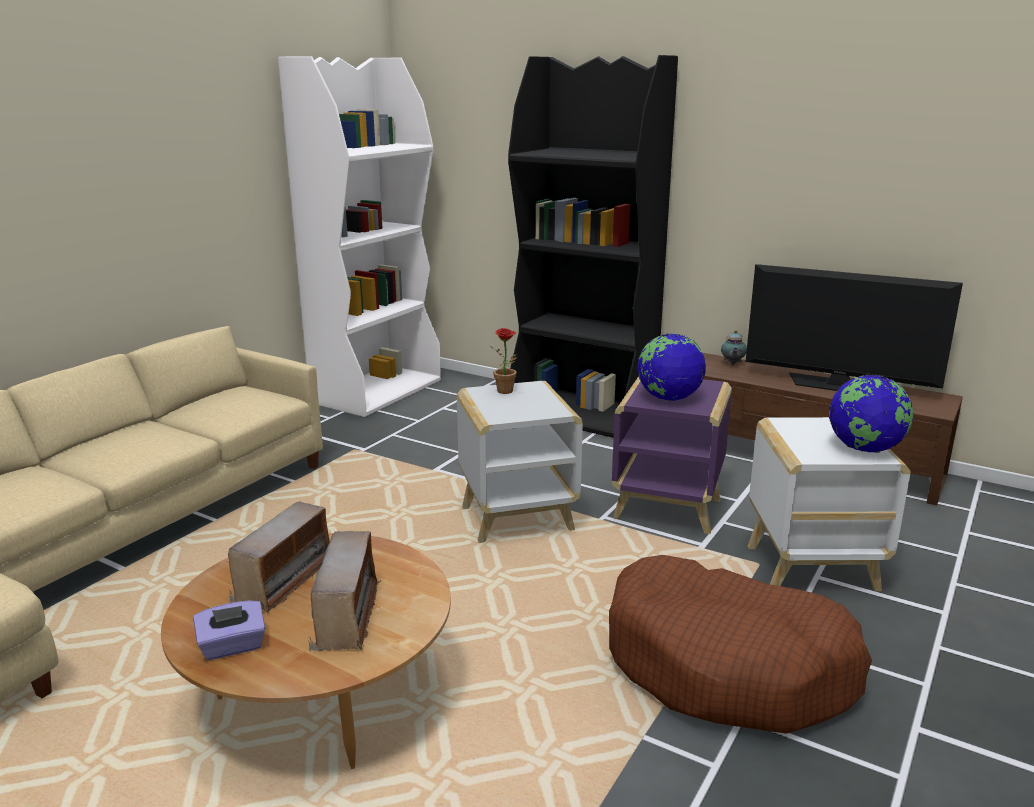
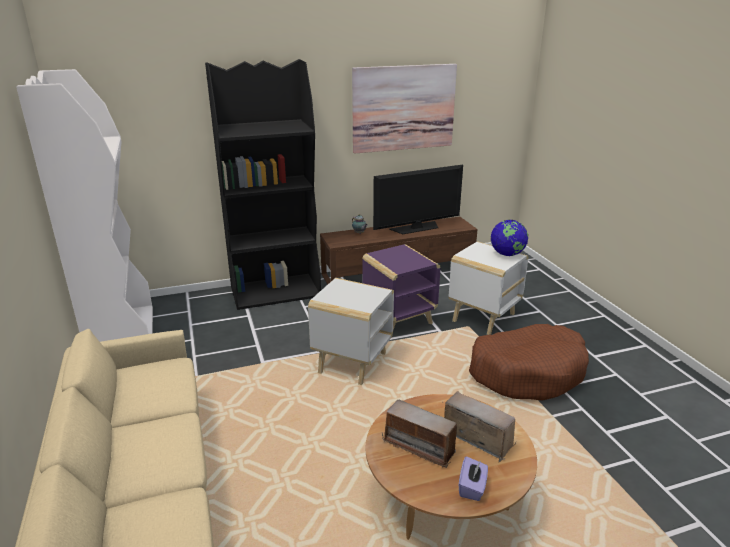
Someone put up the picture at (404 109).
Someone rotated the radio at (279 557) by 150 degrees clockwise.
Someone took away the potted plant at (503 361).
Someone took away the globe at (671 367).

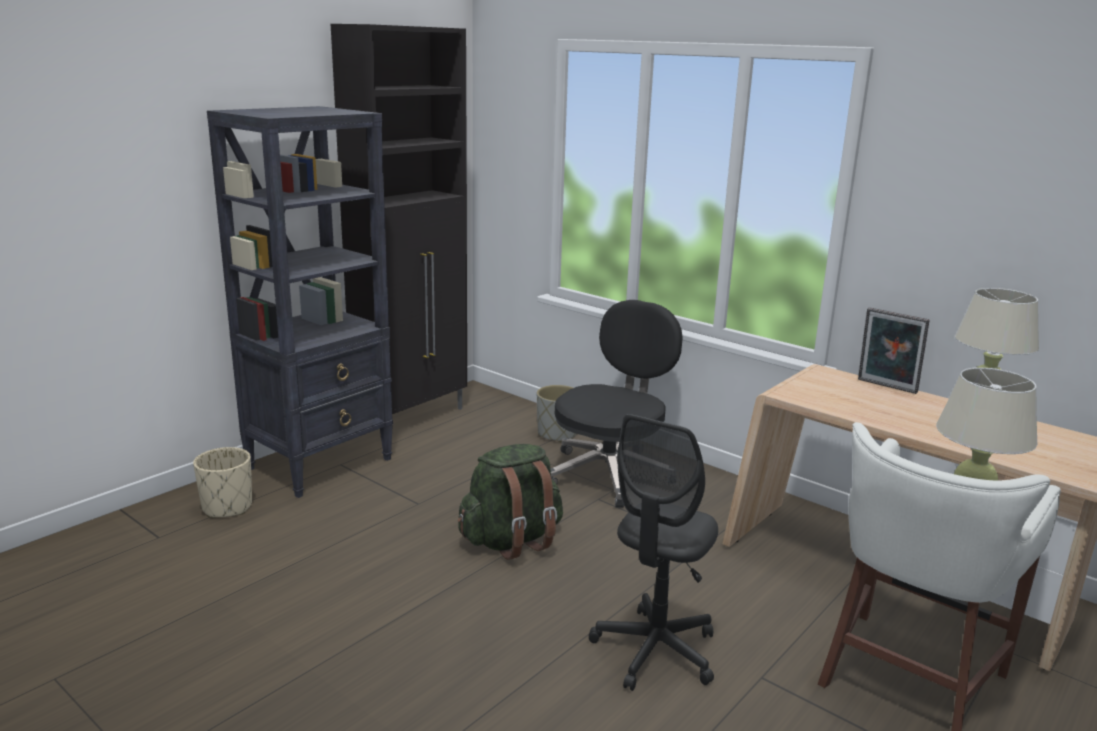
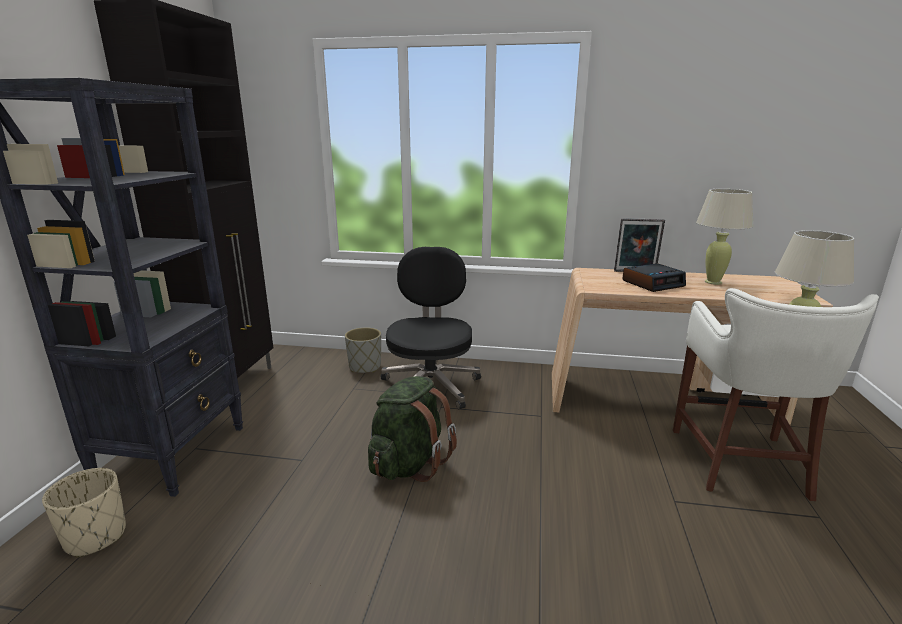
Someone put down the alarm clock at (654 277).
Someone took away the black office chair at (653 552).

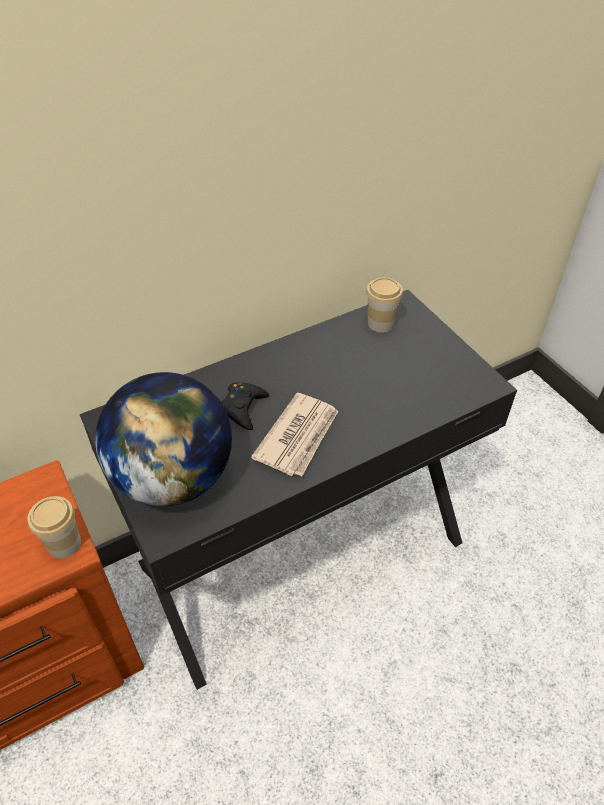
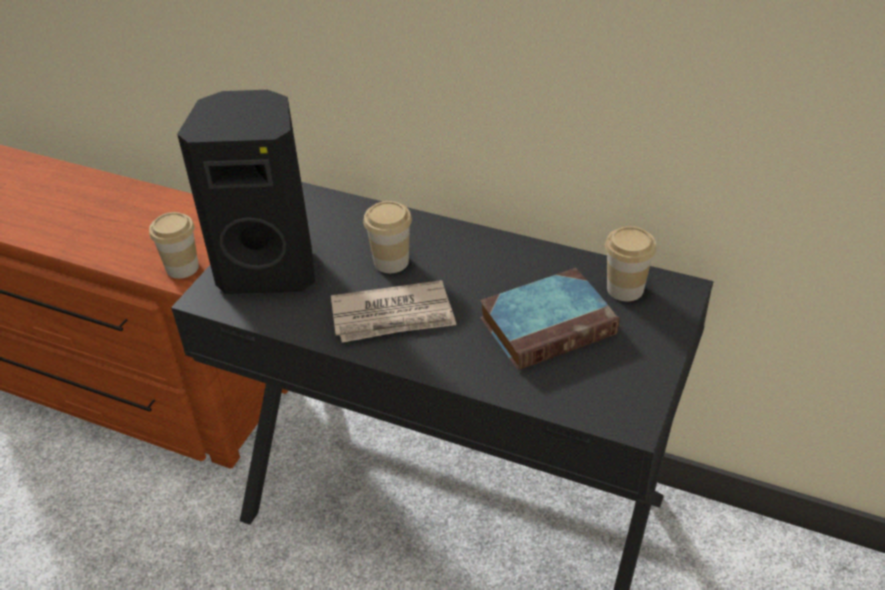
Someone swapped the globe at (163 439) for the black speaker at (246 192).
Someone swapped the black game controller at (245 406) for the cup at (387 237).
Someone put down the book at (549 319).

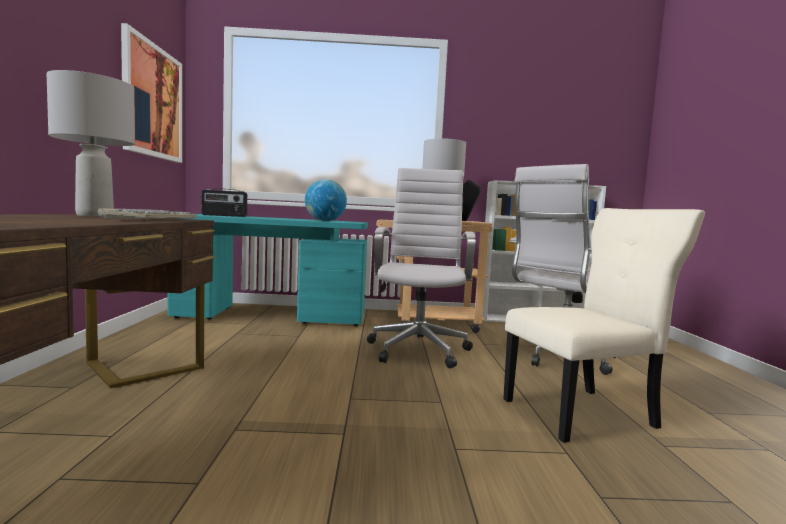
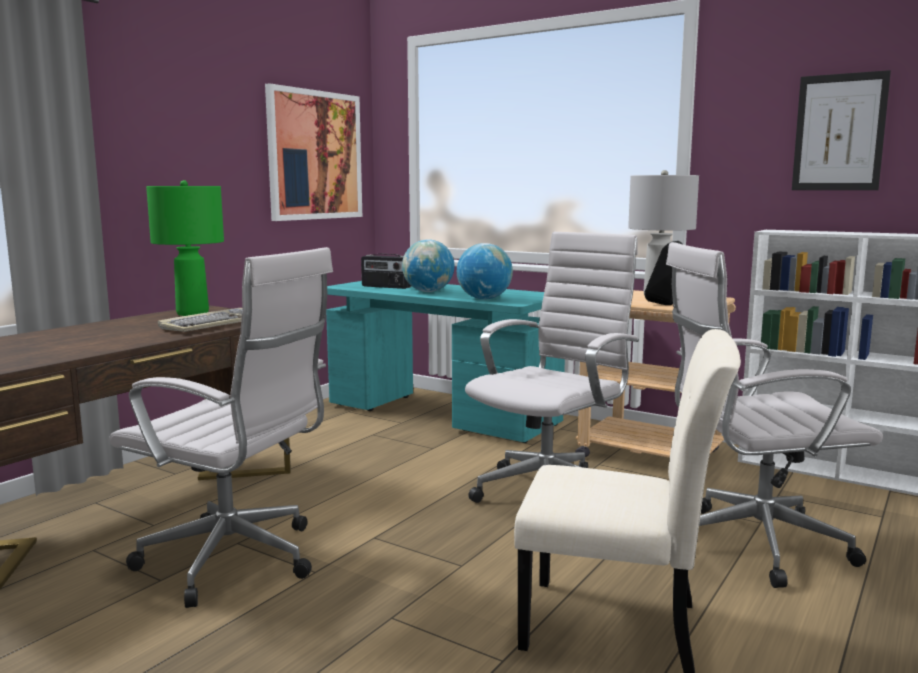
Someone put down the white office chair at (221 427).
Someone repainted the grey table lamp at (91 143), which became the green table lamp at (185 248).
Someone put down the globe at (428 265).
Someone put up the picture at (841 130).

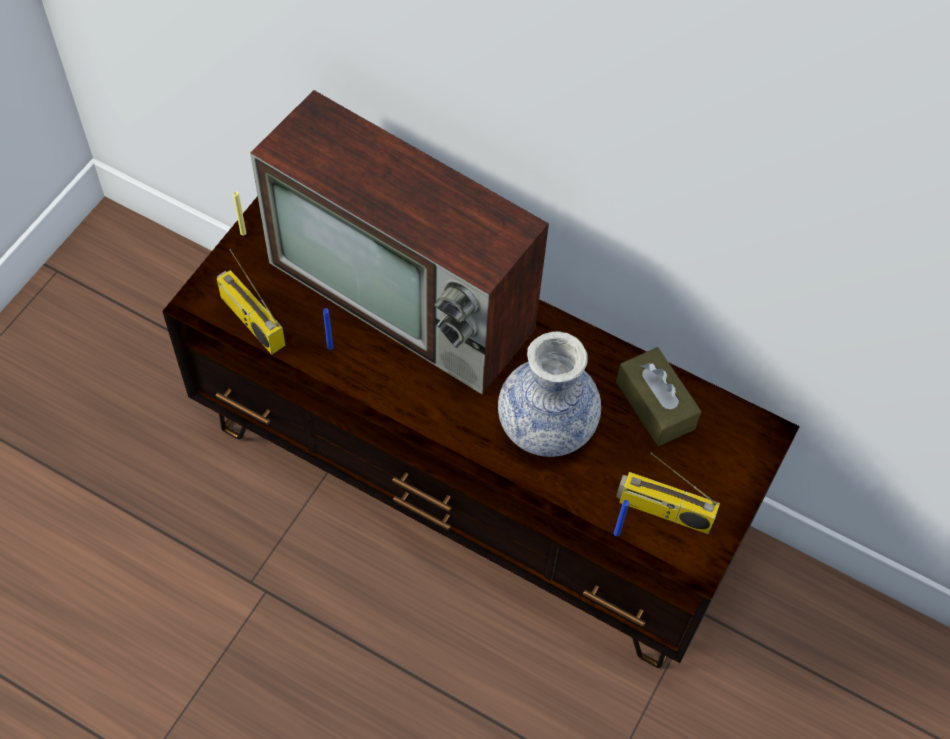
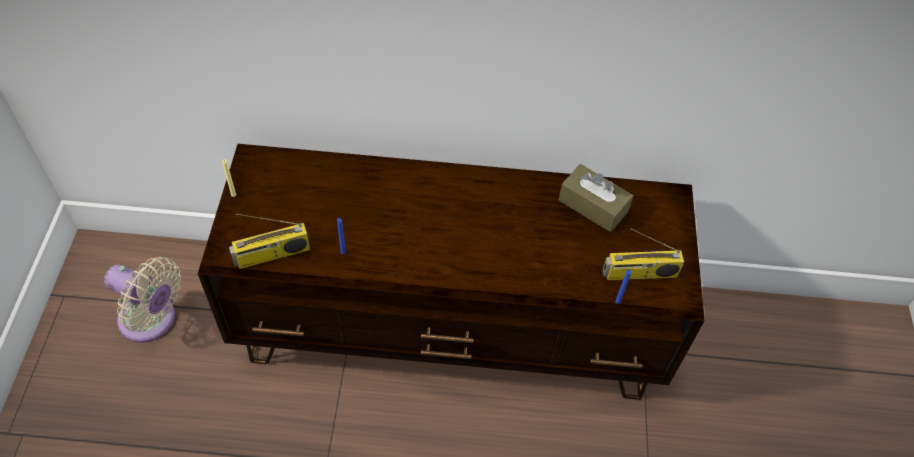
Someone put down the beige fan at (142 300).
Someone rotated the radio at (251 301) by 45 degrees counterclockwise.
Someone took away the television at (399 242).
Someone took away the vase at (549 394).

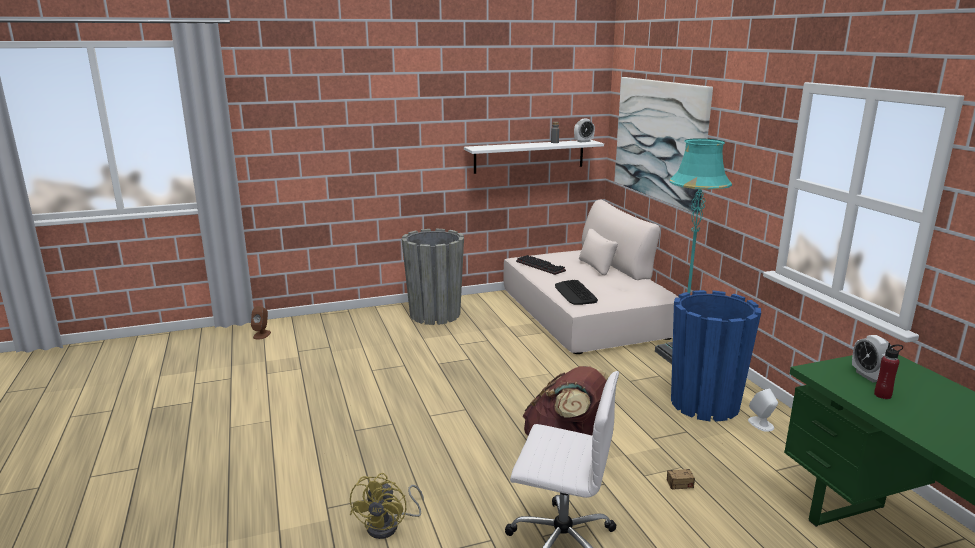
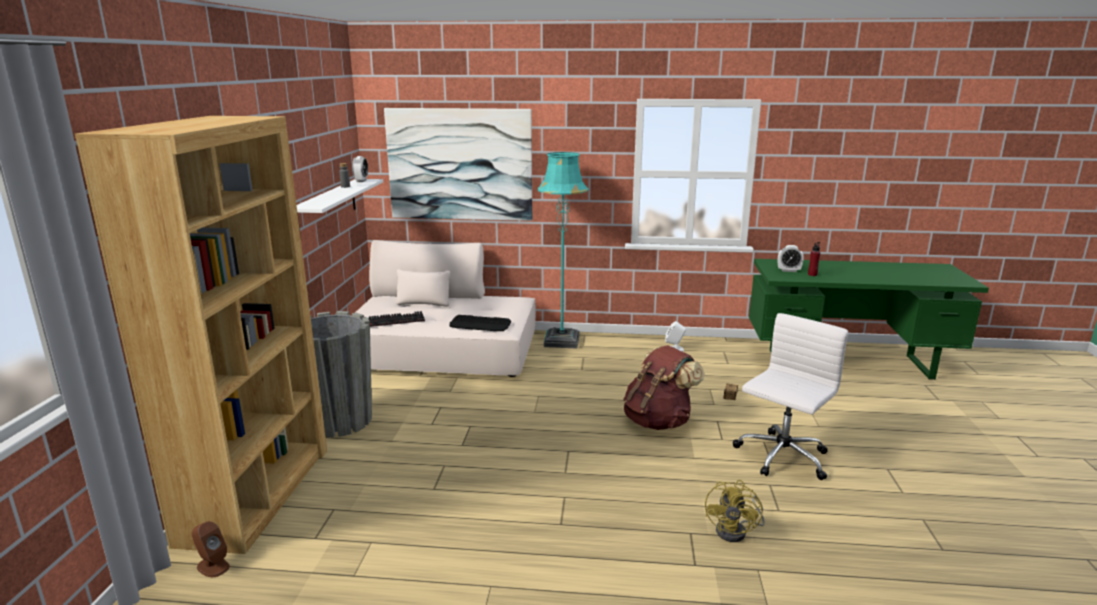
Someone put down the brown bookcase at (201 335).
Someone rotated the yellow fan at (387 506) by 75 degrees clockwise.
Someone took away the blue planter at (716 356).

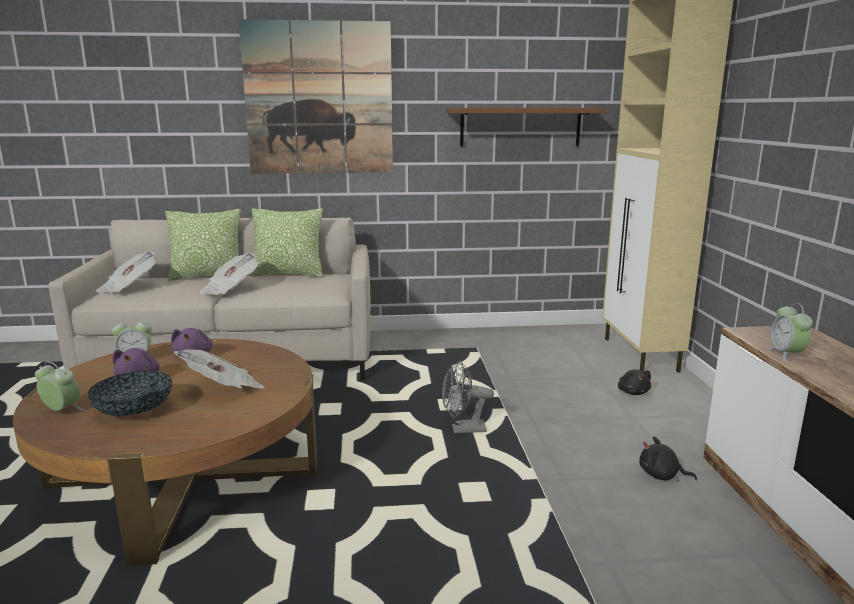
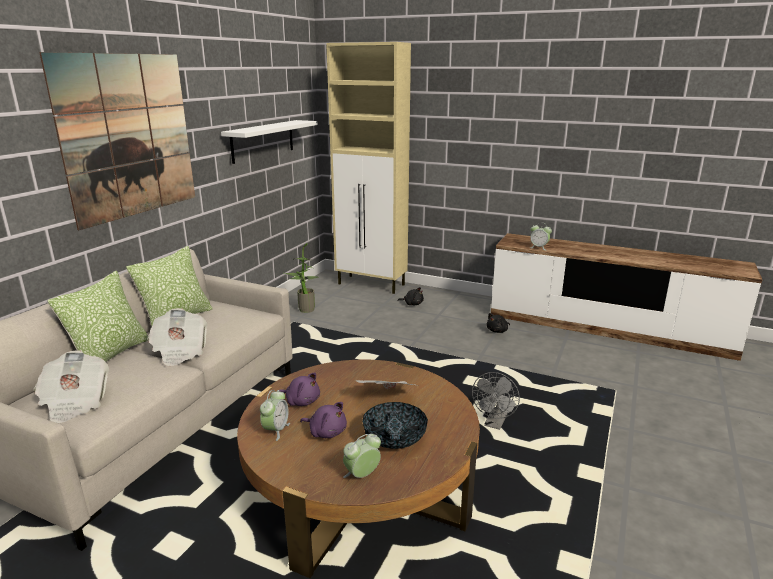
Someone repainted the brown shelf at (526 127), which became the white shelf at (269 142).
Someone put down the potted plant at (302 278).
Someone carried the grey fan from (468 397) to (496 401).

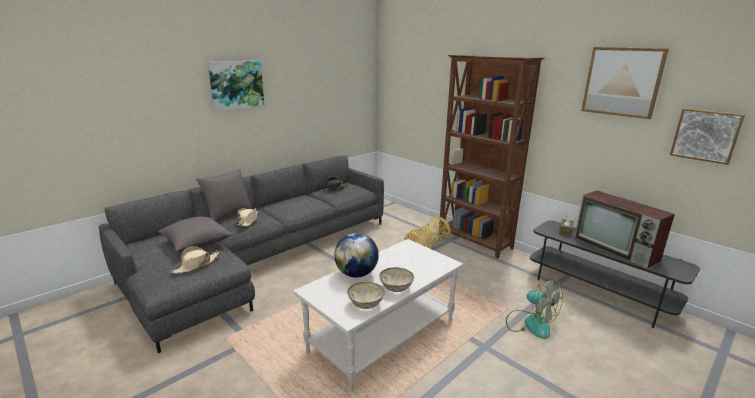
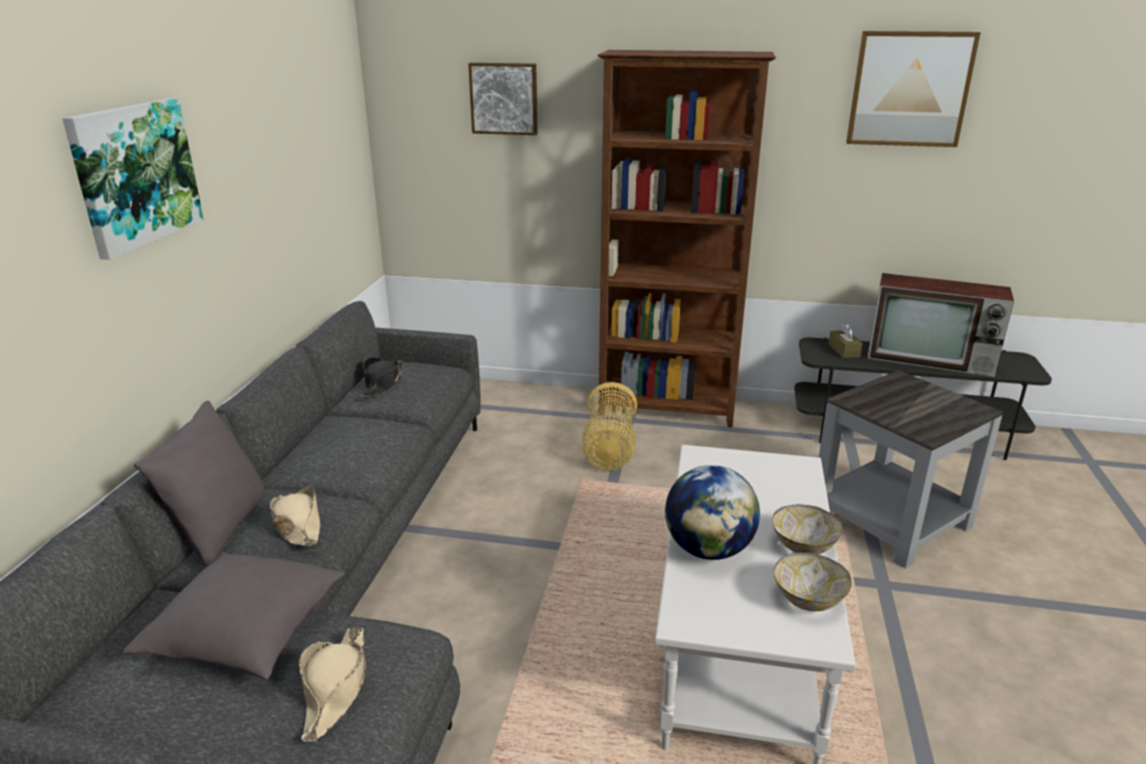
Someone carried the picture from (707 136) to (503 99).
Someone swapped the fan at (534 308) for the grey side table at (911 469).

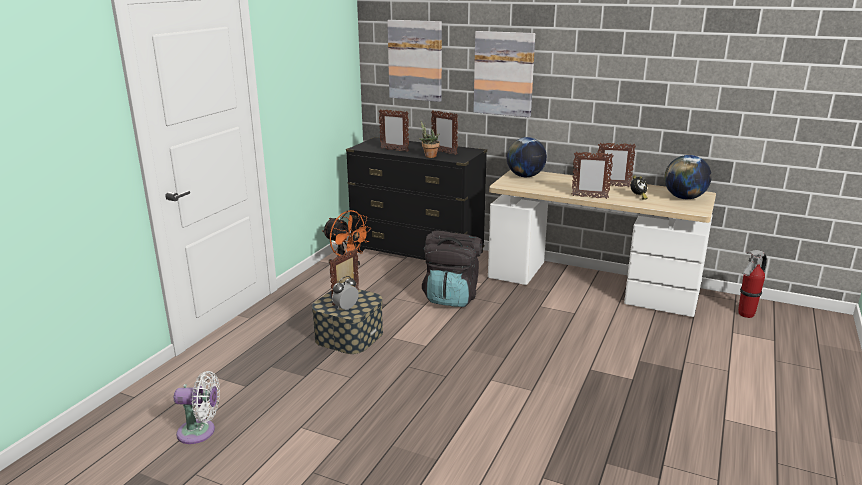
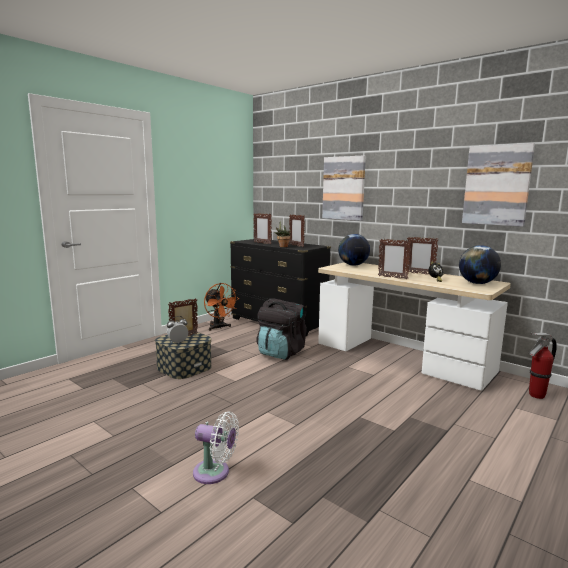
Someone carried the white fan from (197 407) to (216 447).
Someone carried the picture from (414 61) to (498 185).

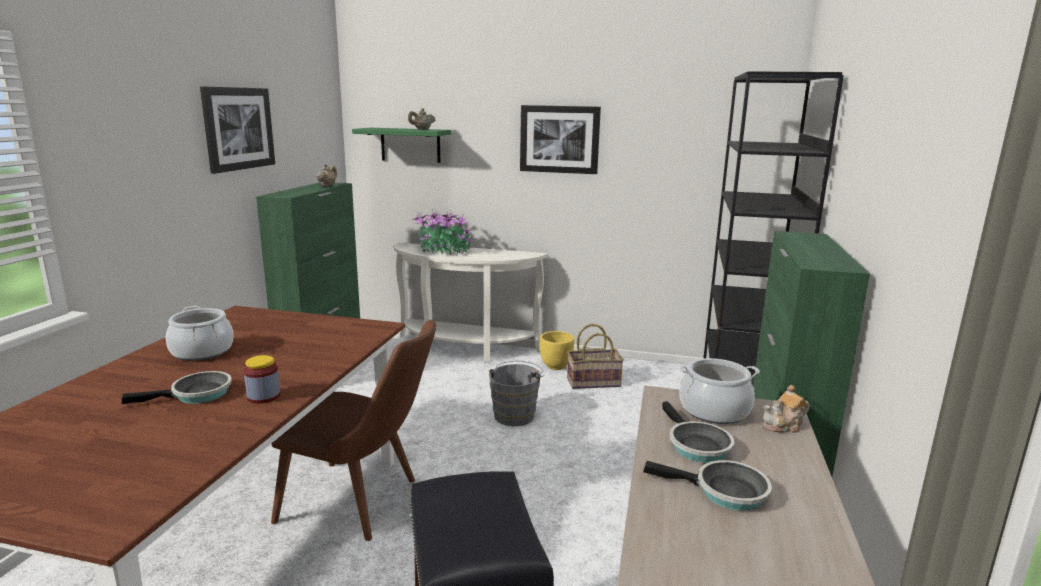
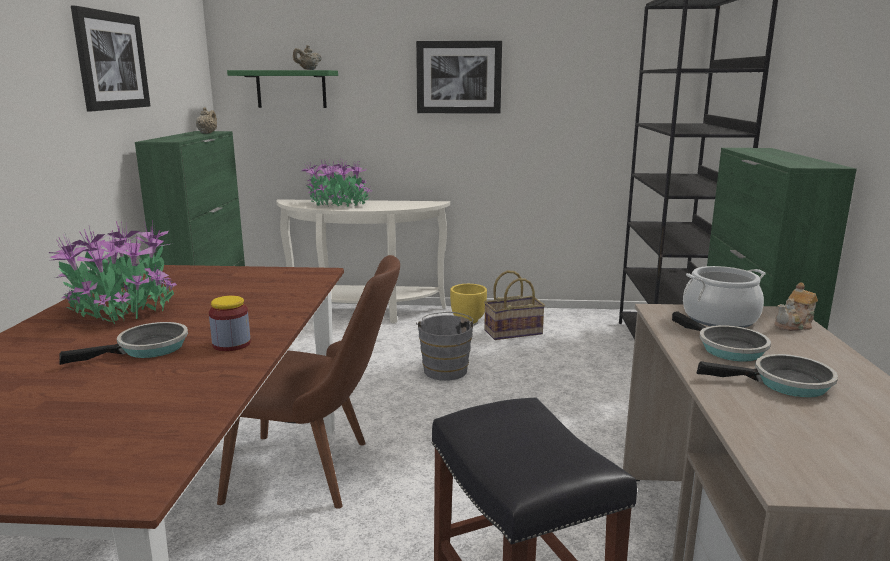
Someone swapped the cooking pot at (200 333) for the potted plant at (113 272).

